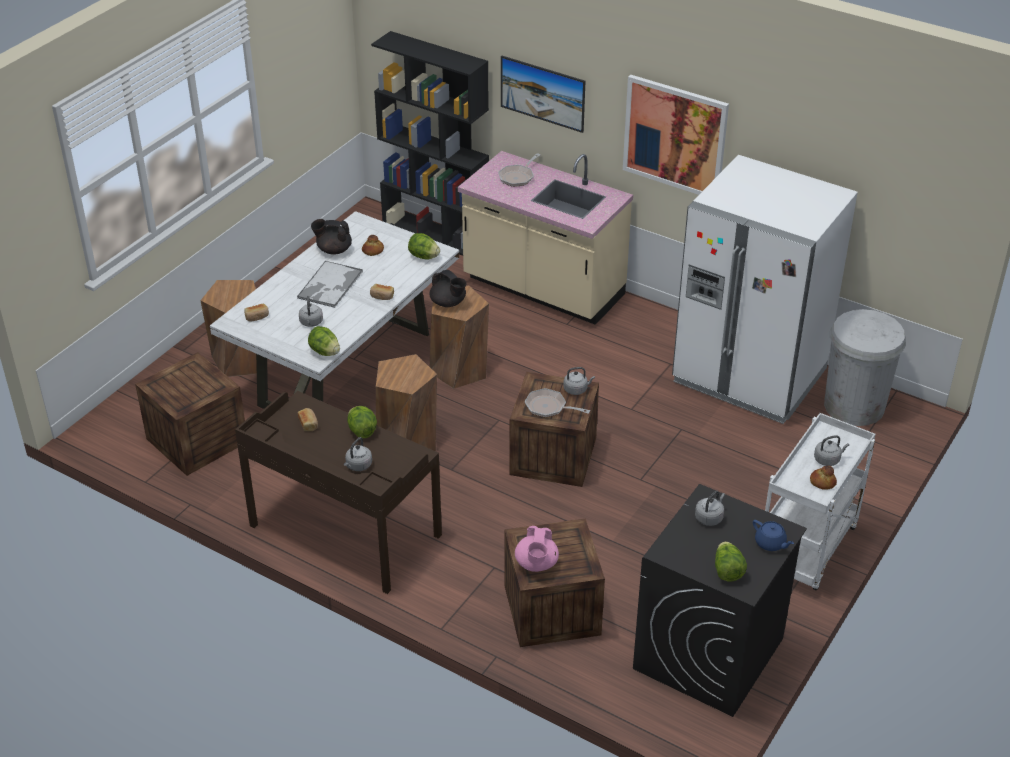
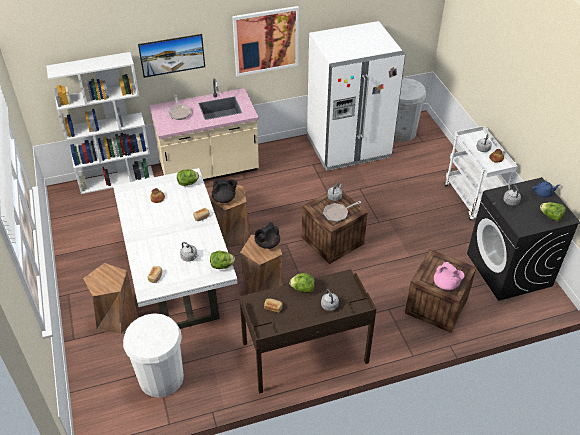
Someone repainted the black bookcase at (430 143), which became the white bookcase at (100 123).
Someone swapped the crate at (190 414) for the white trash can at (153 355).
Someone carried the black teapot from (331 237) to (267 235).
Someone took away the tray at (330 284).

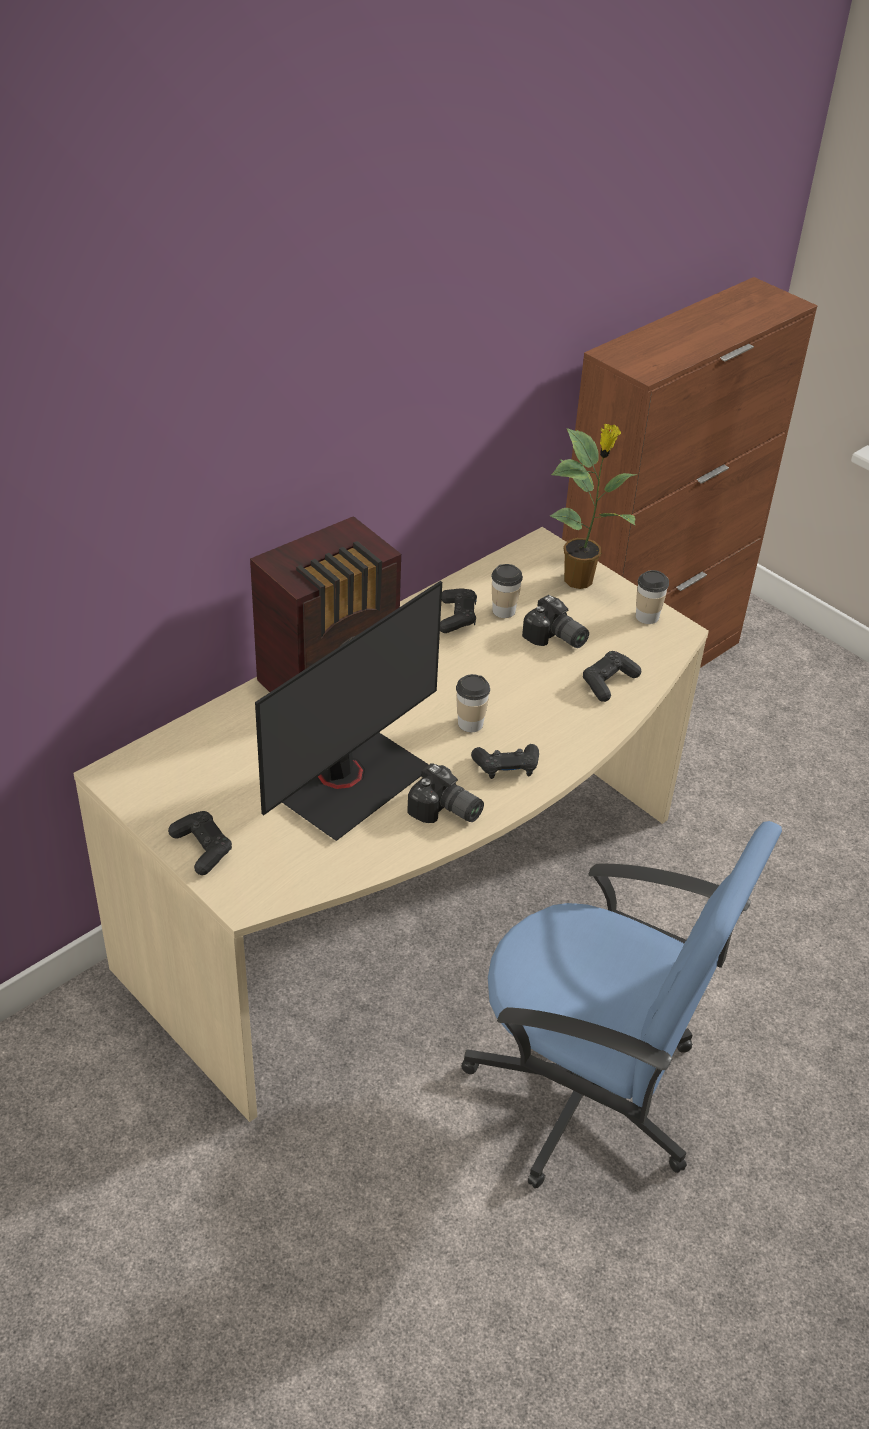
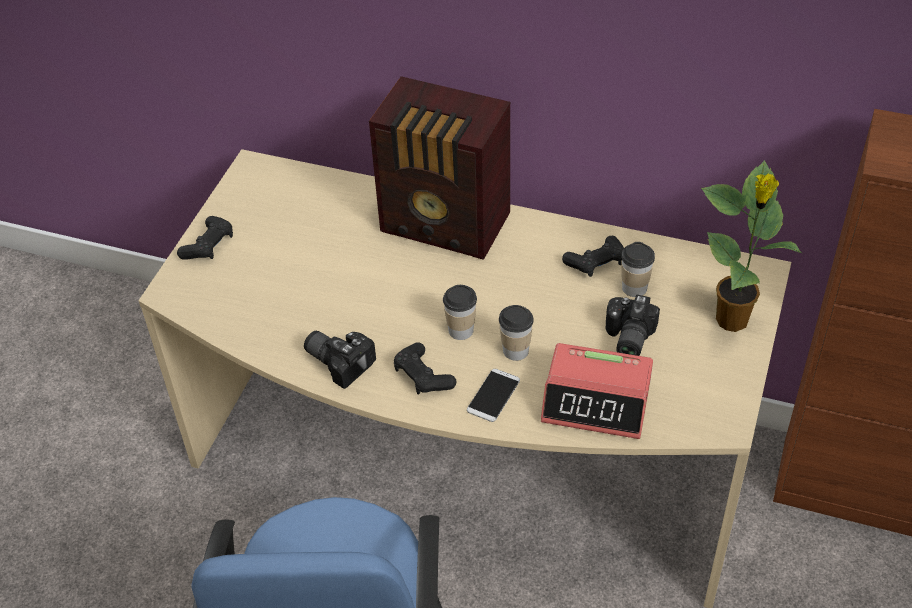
Someone rotated the photo camera at (445 793) by 120 degrees clockwise.
Someone put down the phone at (493 395).
Someone carried the cup from (652 597) to (516 333).
Someone swapped the black game controller at (612 676) for the alarm clock at (597 391).
Someone took away the monitor at (348 711).

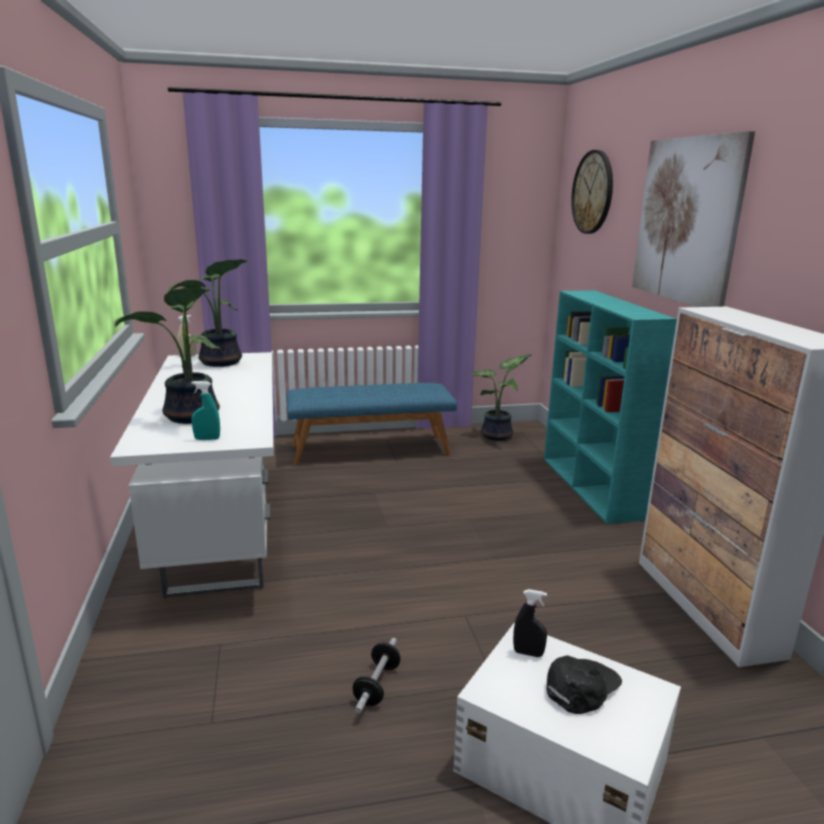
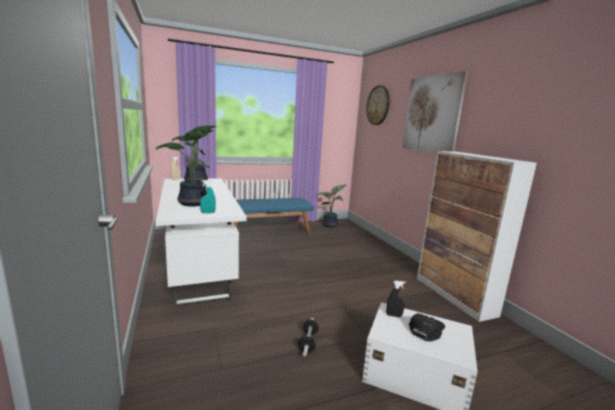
Someone took away the turquoise bookcase at (610 407).

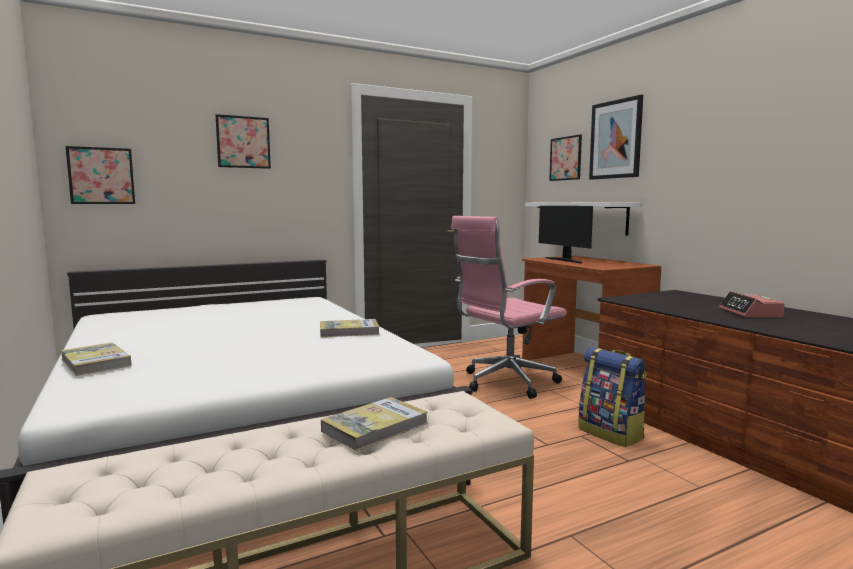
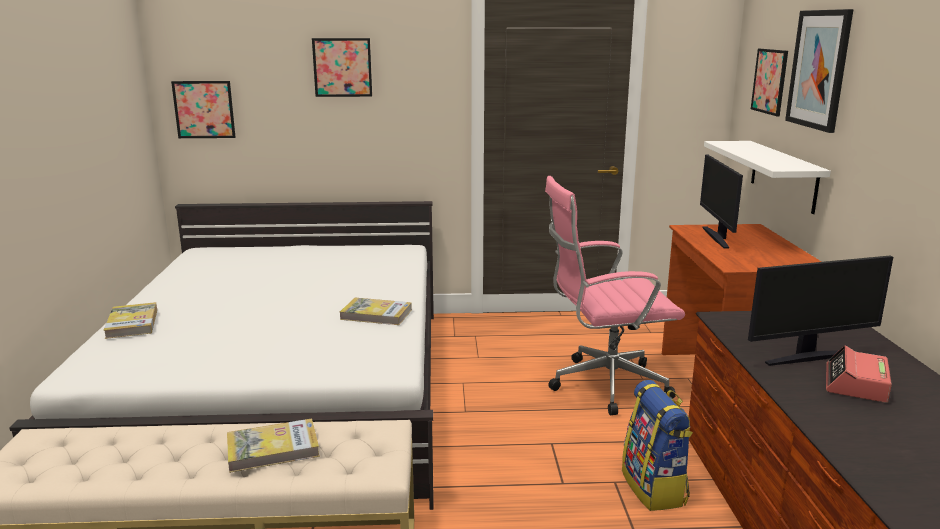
Someone put down the monitor at (820 311).

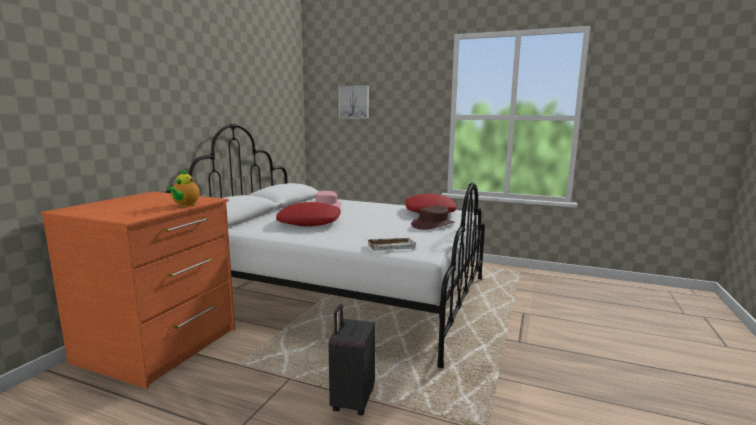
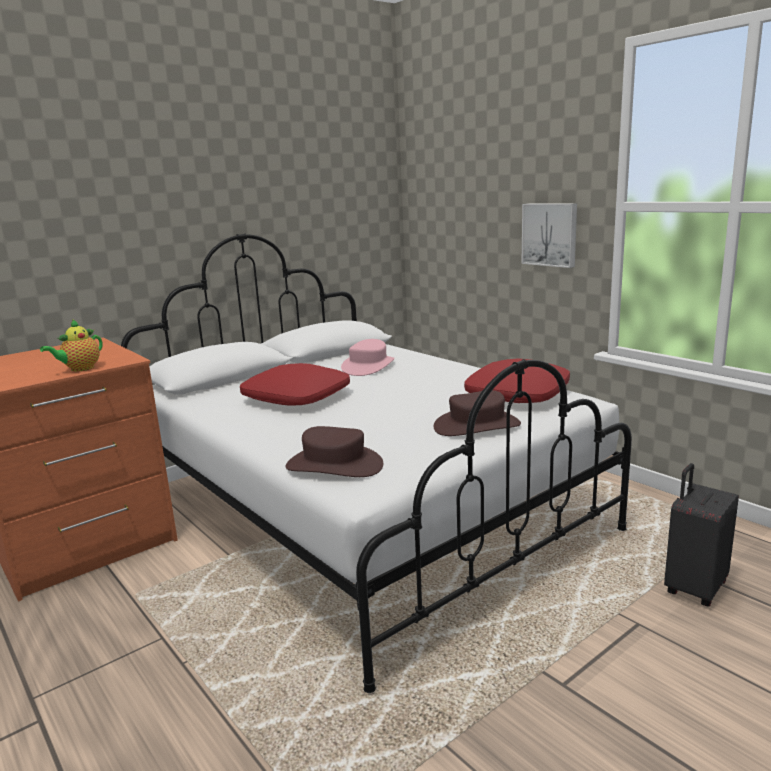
Someone swapped the white tray at (391 244) for the brown hat at (334 451).
Someone carried the picture from (353 102) to (549 235).
Someone carried the black suitcase from (351 359) to (701 535).

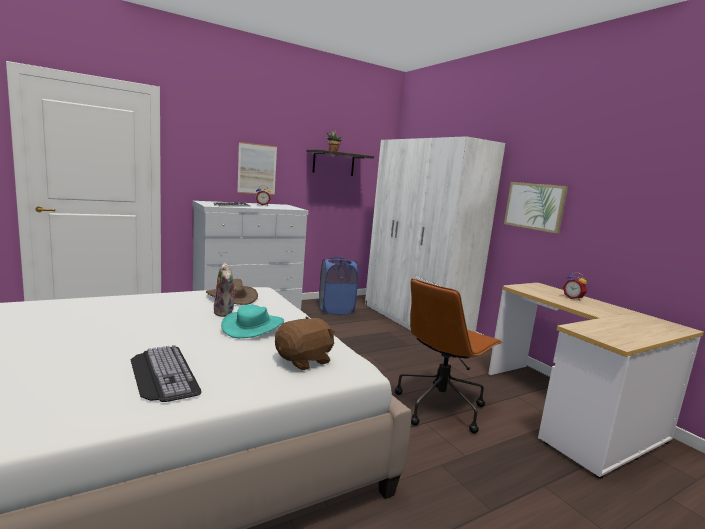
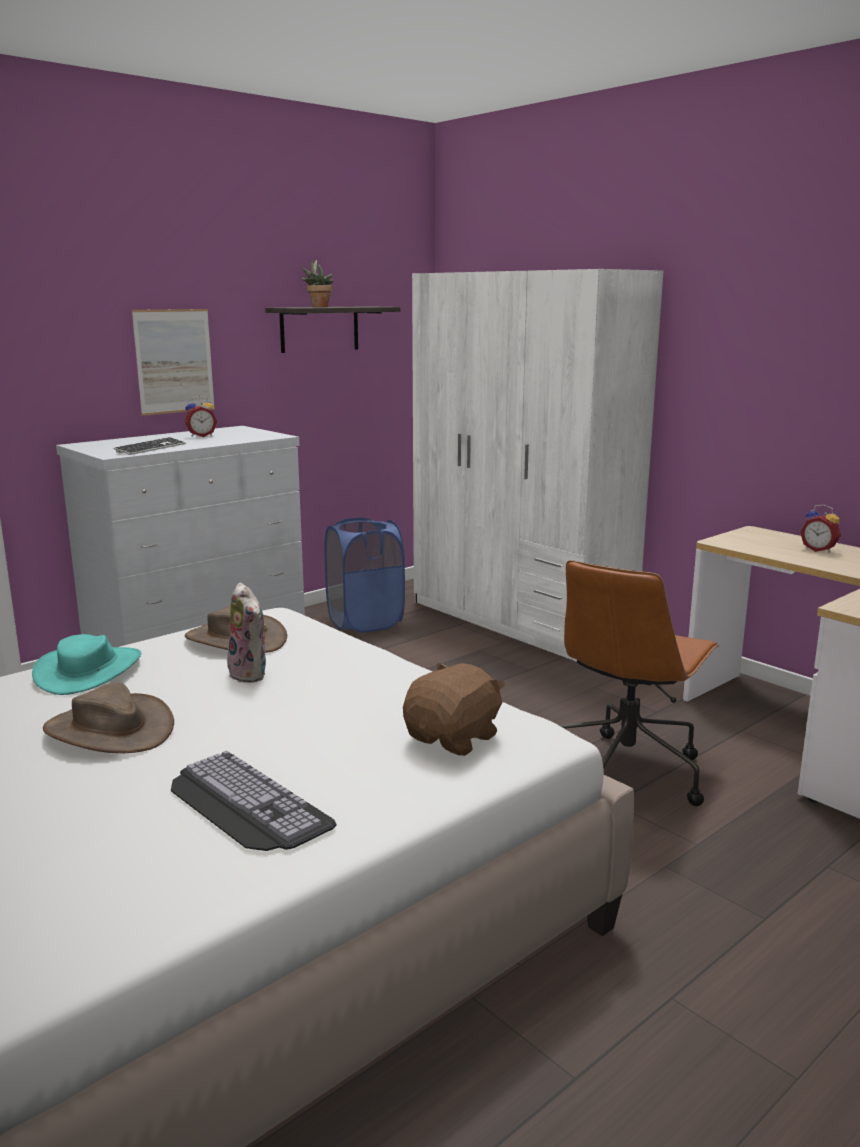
Someone carried the turquoise hat from (252 321) to (86 664).
Someone put down the brown hat at (108 717).
Someone took away the picture at (536 208).

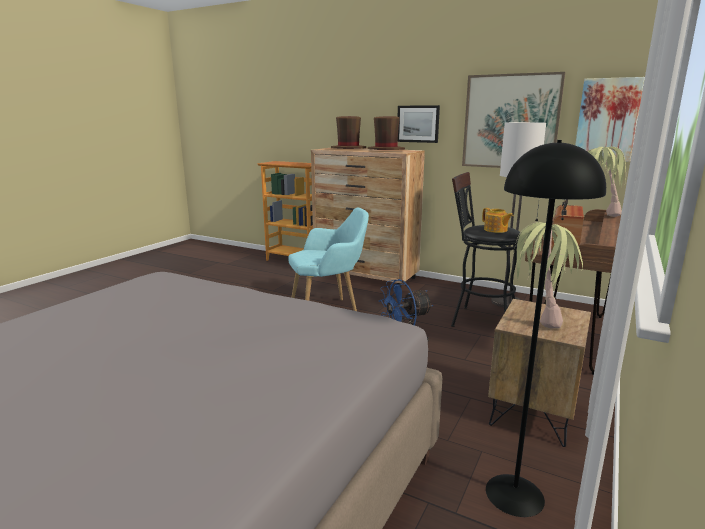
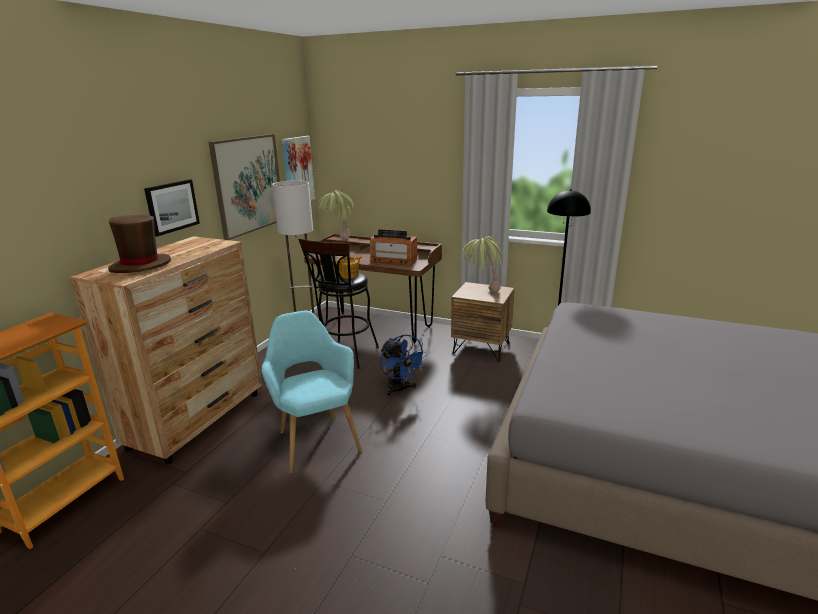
Someone took away the brown hat at (386 133).

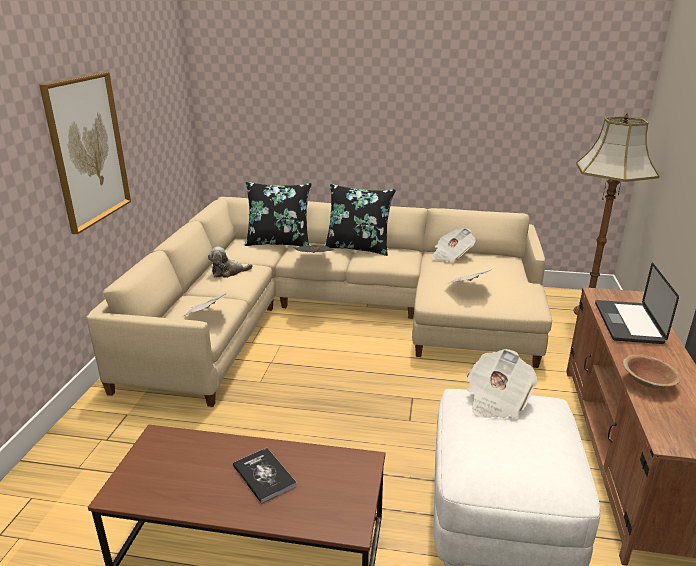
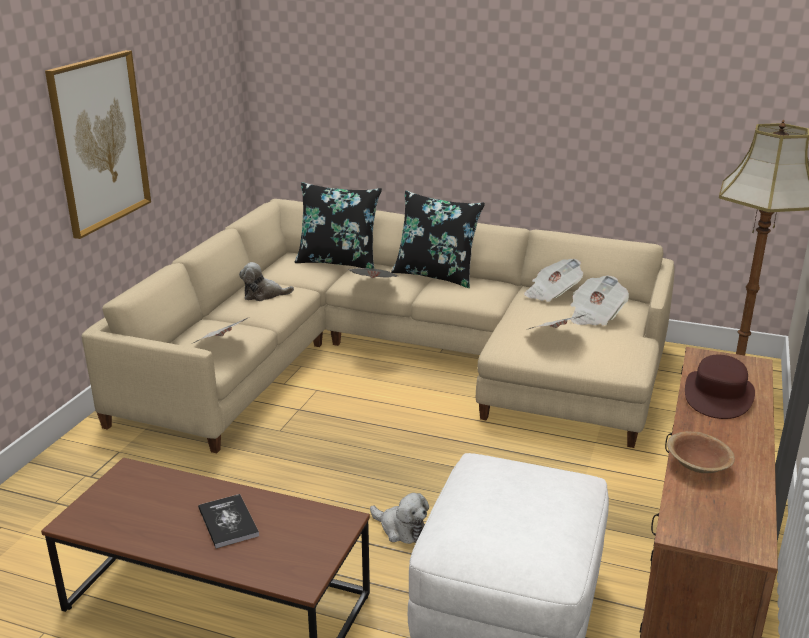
Someone put down the plush toy at (399 518).
Someone carried the newspaper from (502 383) to (599 300).
Someone swapped the laptop at (637 303) for the brown hat at (720 387).

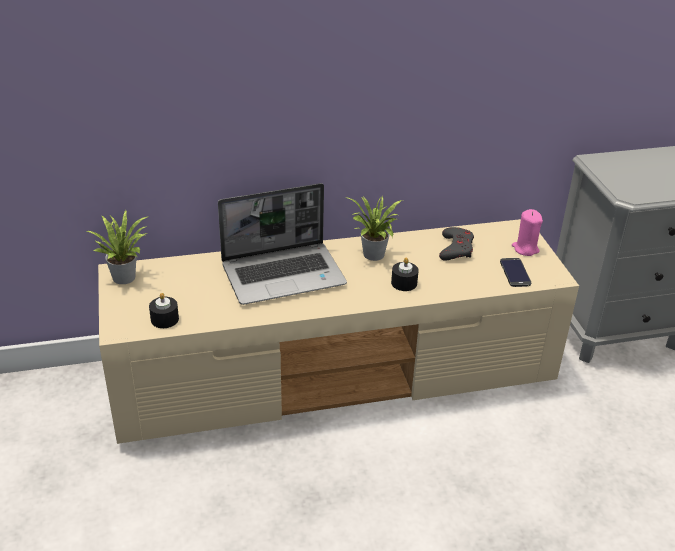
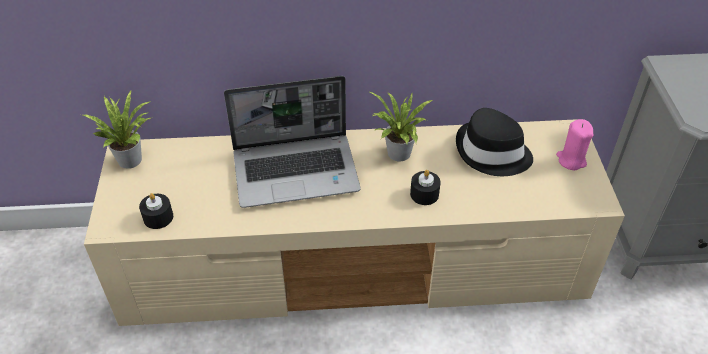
Someone swapped the grey game controller at (456 244) for the black hat at (494 142).
Someone took away the phone at (515 272).

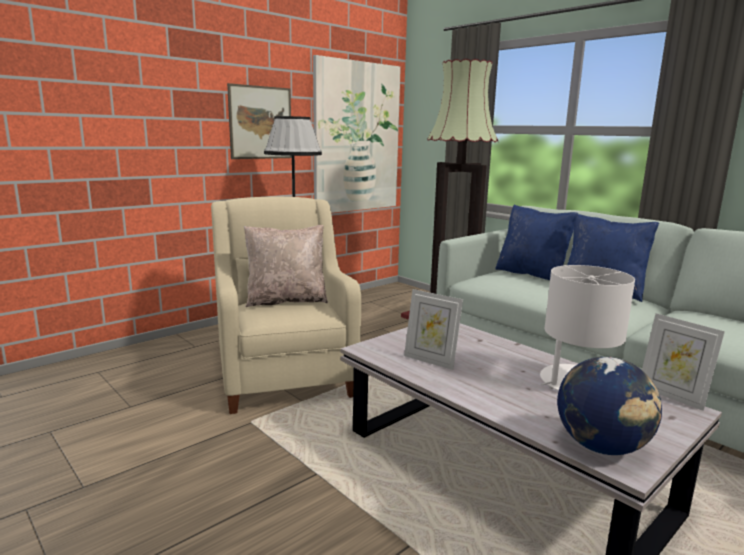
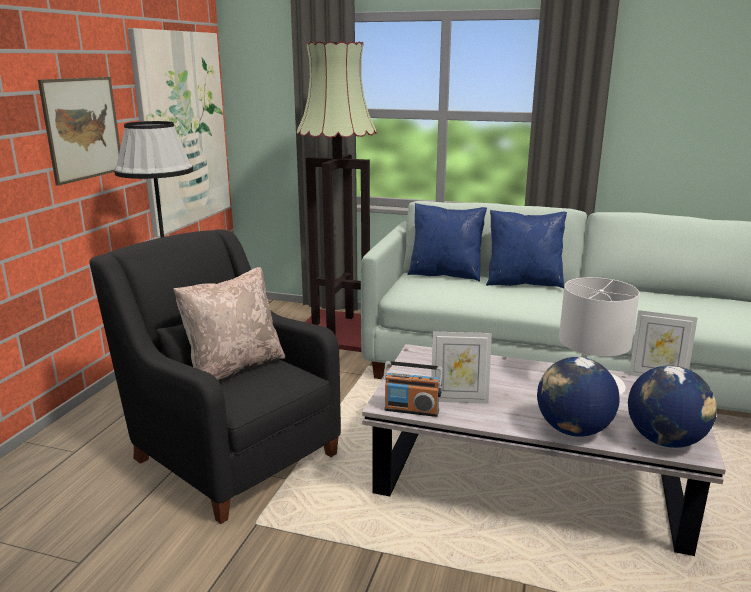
Someone repainted the beige armchair at (286 305), which became the black armchair at (215 376).
Someone put down the radio at (413 389).
Someone put down the globe at (578 397).

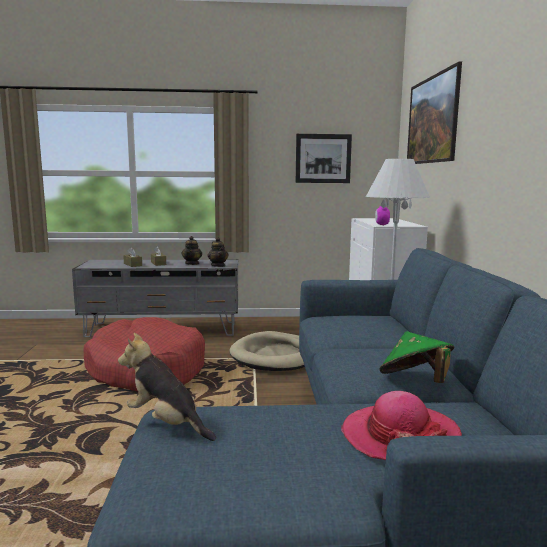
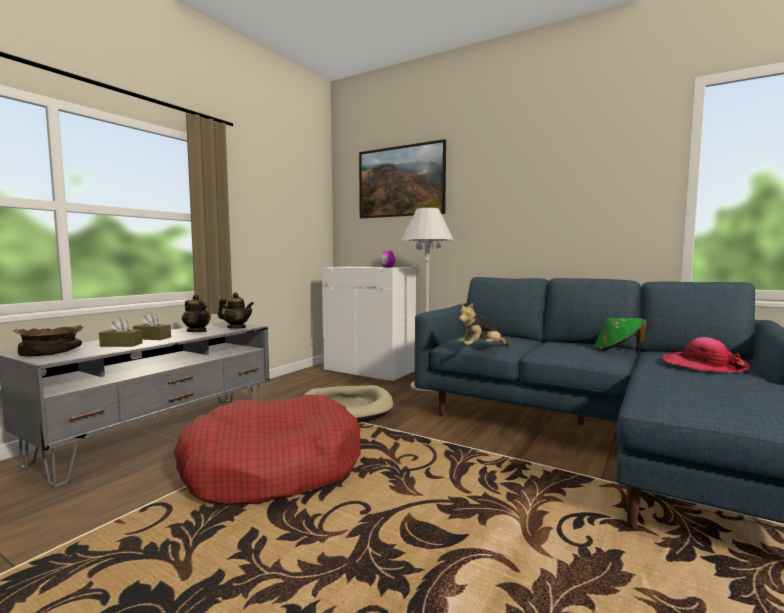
Someone put down the brown bowl at (48 341).
Someone carried the plush toy from (167 387) to (484 324).
Someone took away the picture at (324 158).

